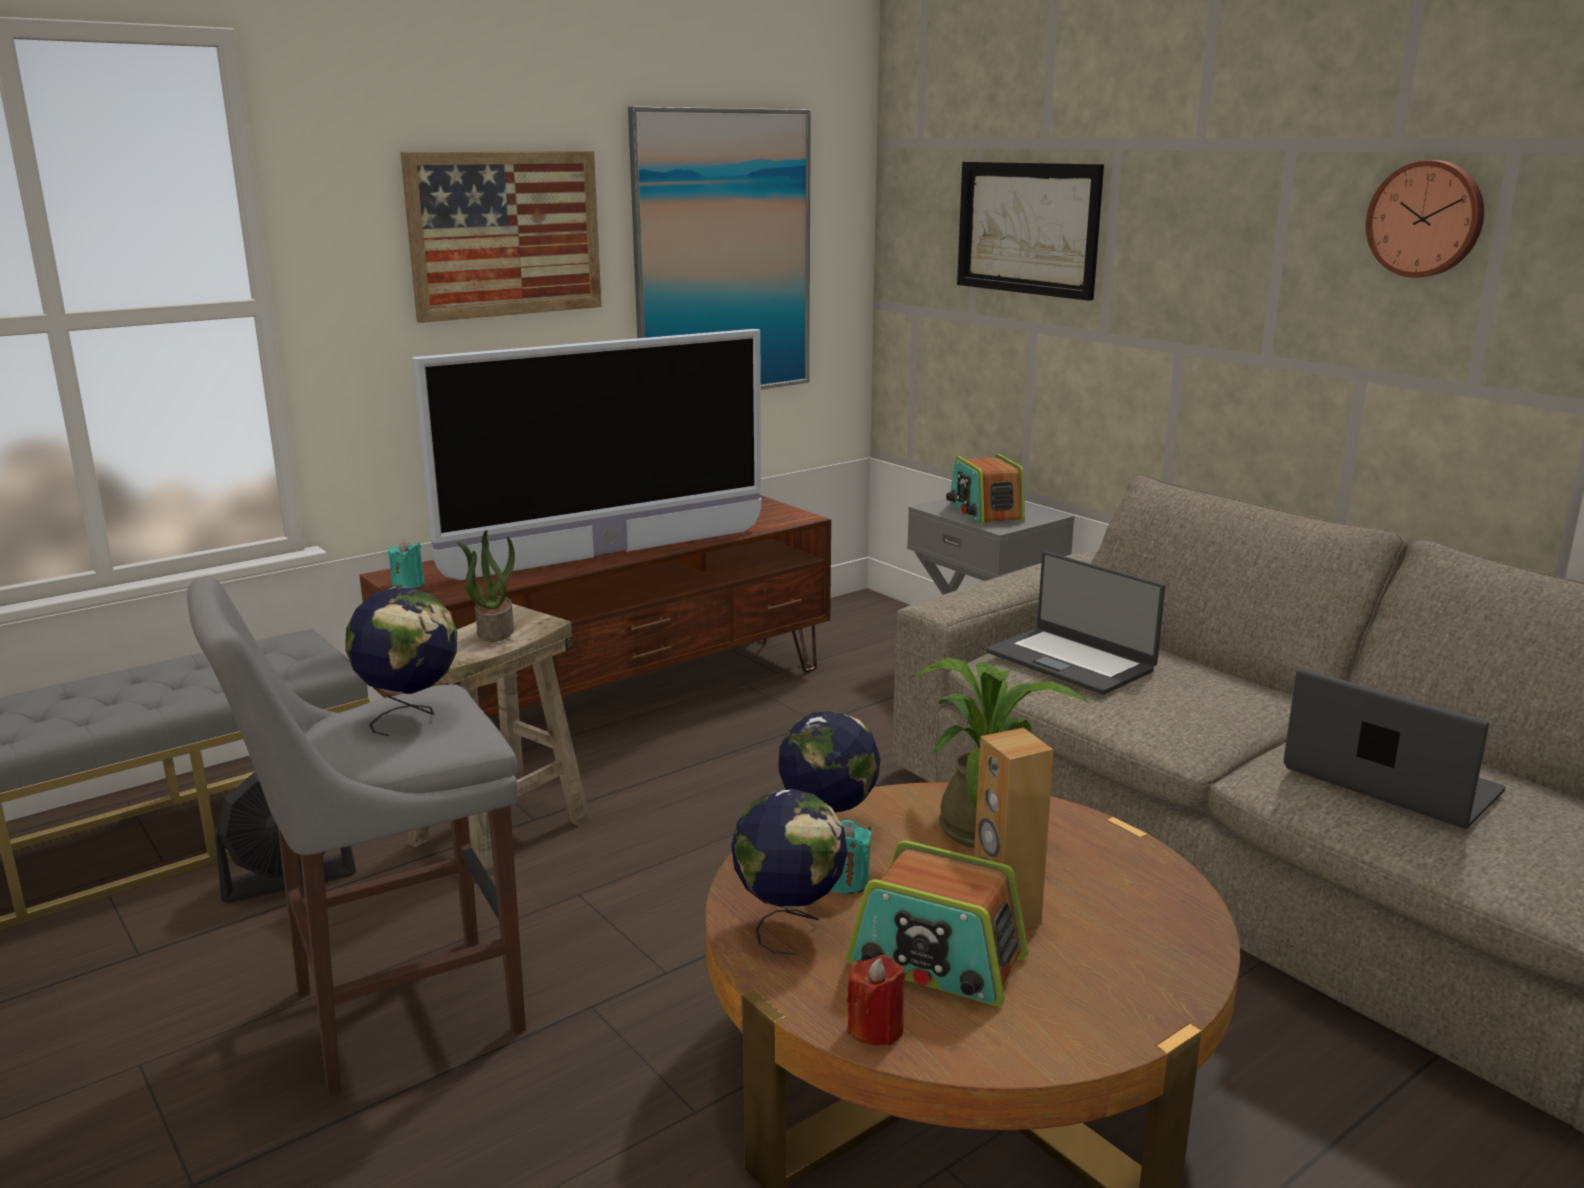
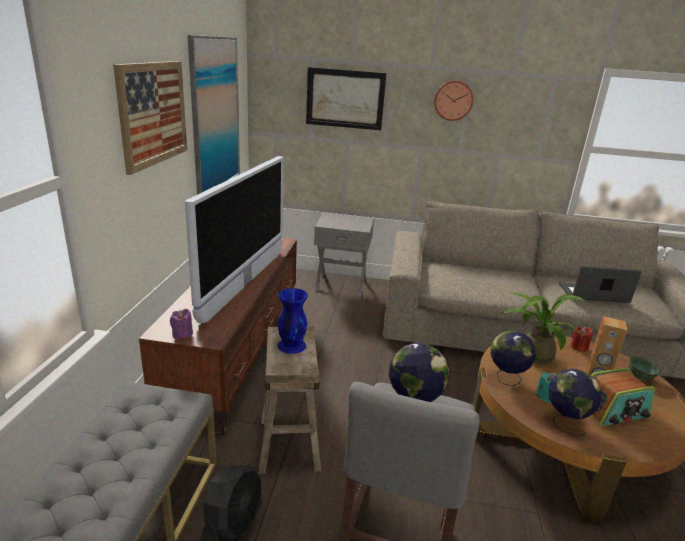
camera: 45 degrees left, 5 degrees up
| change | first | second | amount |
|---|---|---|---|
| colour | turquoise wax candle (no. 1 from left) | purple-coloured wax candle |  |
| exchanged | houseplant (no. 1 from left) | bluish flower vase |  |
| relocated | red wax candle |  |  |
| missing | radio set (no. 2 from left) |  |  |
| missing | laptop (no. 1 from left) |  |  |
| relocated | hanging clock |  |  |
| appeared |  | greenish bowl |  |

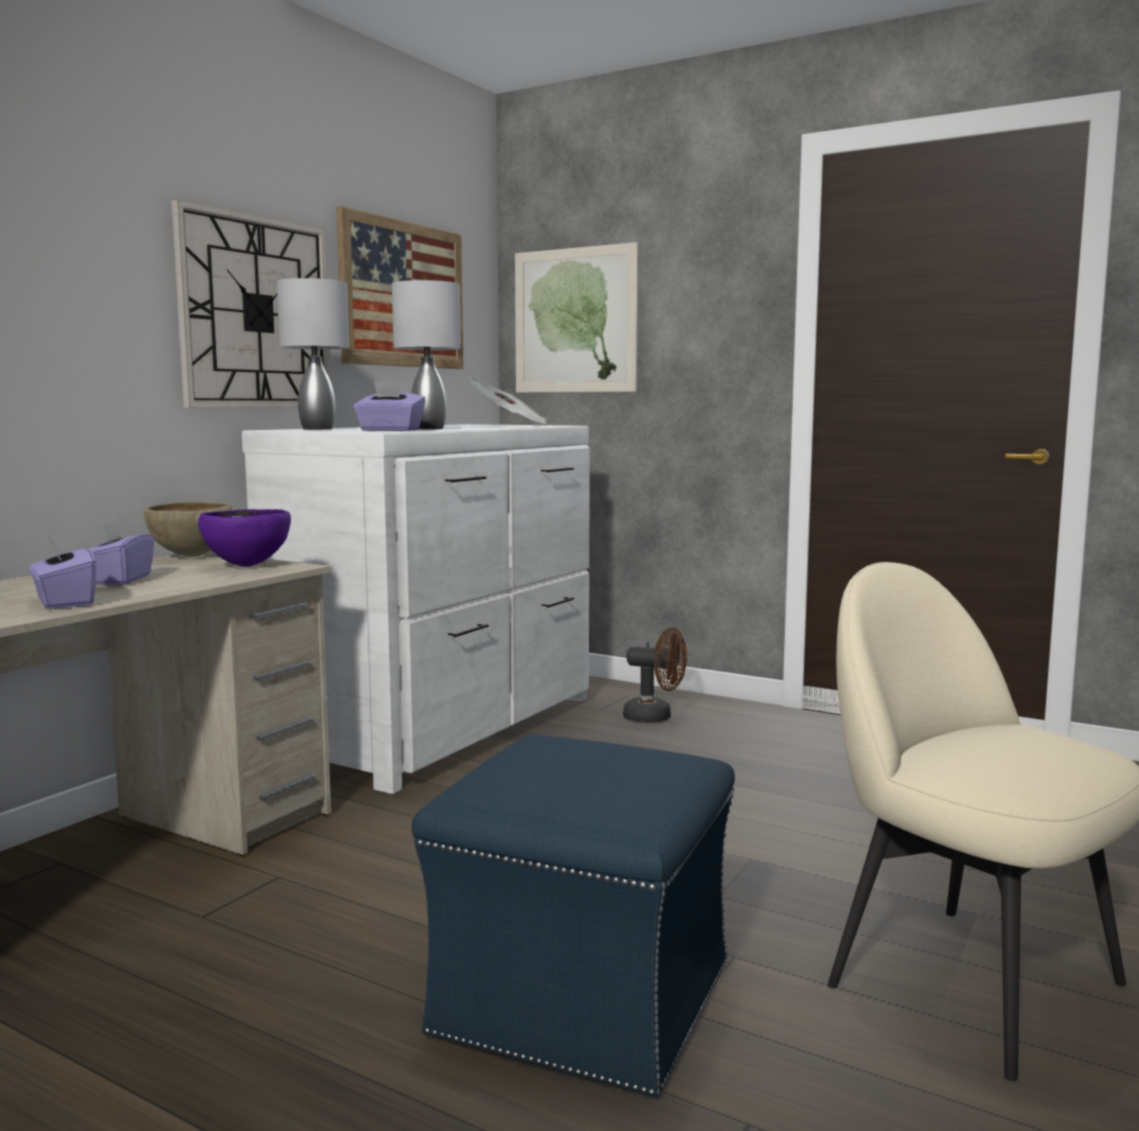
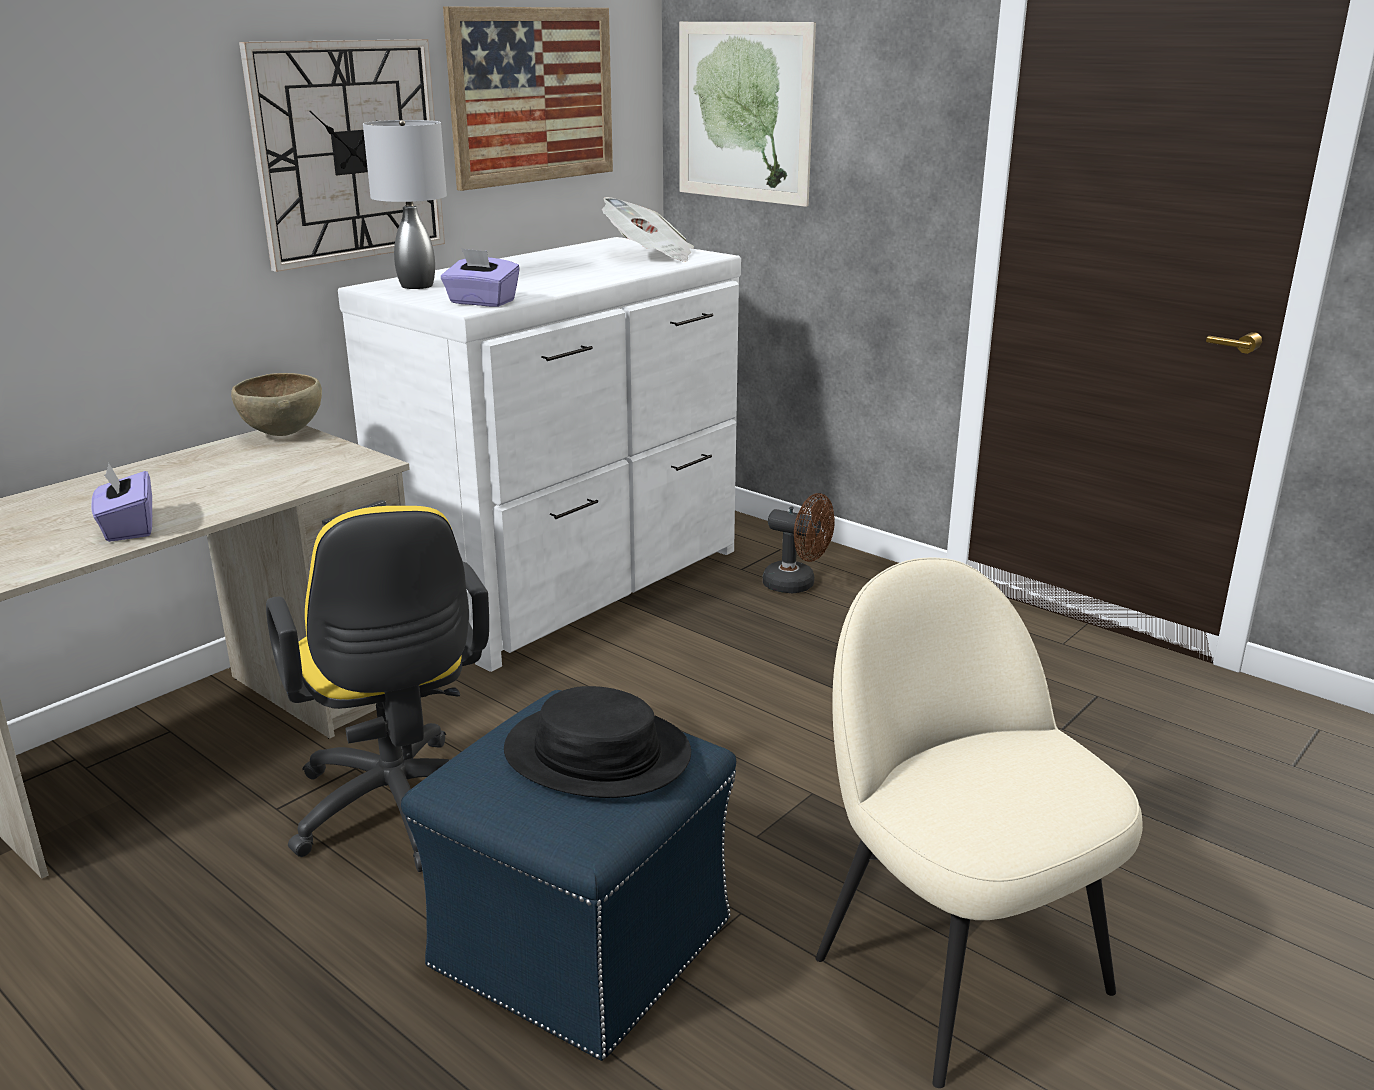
camera: 10 degrees right, 15 degrees up
| change | first | second | amount |
|---|---|---|---|
| missing | purple-coloured tissue holder (no. 2 from left) |  |  |
| missing | purple-coloured bowl |  |  |
| missing | grey tabletop lamp (no. 2 from left) |  |  |
| appeared |  | yellowish desk chair |  |
| appeared |  | black wearable hat |  |

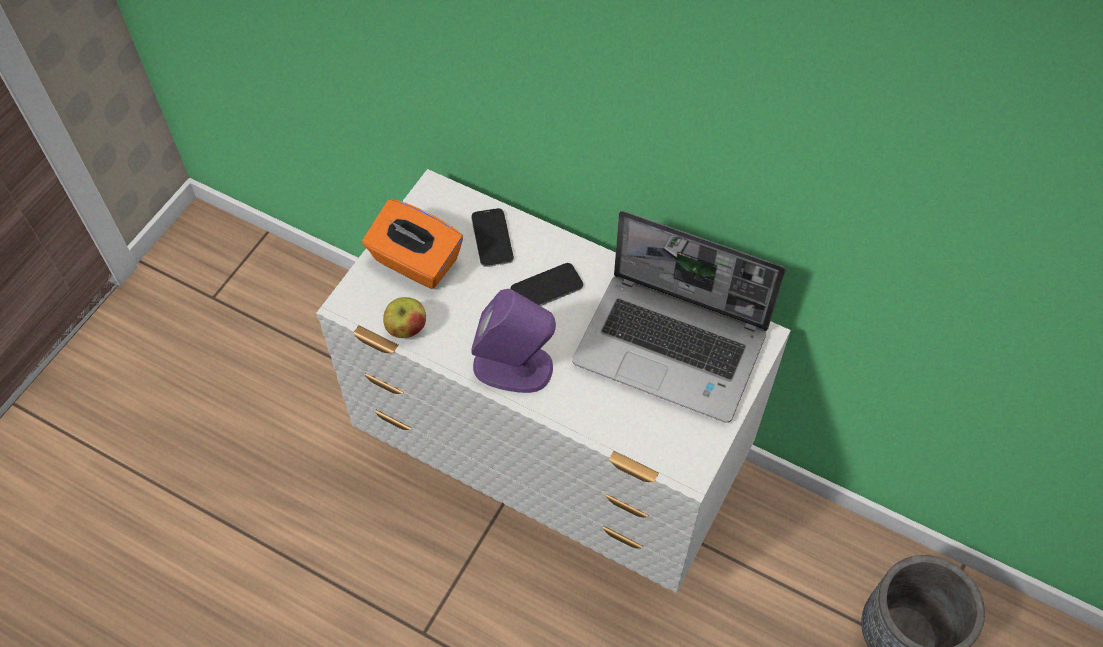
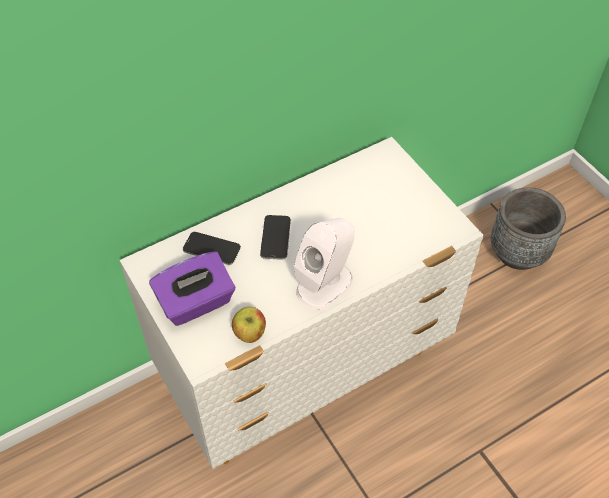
camera: 60 degrees left, 5 degrees down
| change | first | second | amount |
|---|---|---|---|
| colour | orange-coloured tissue holder | purple-coloured tissue holder |  |
| colour | purple-coloured audio speaker | white-coloured audio speaker |  |
| missing | laptop |  |  |

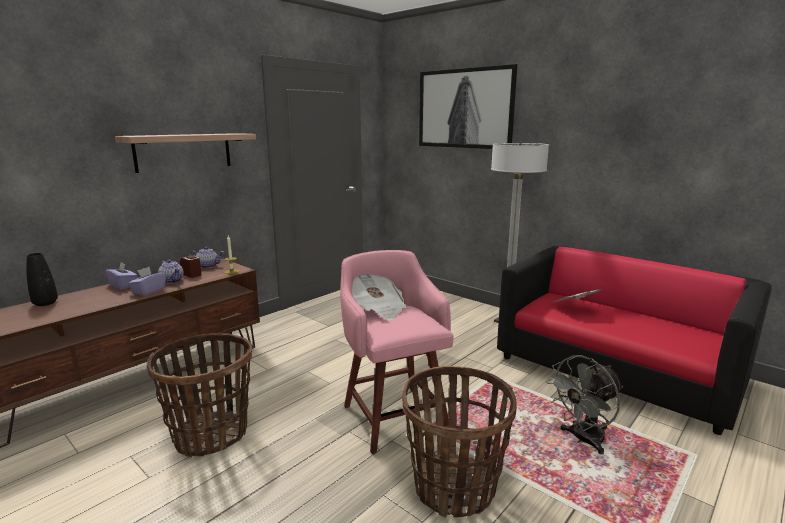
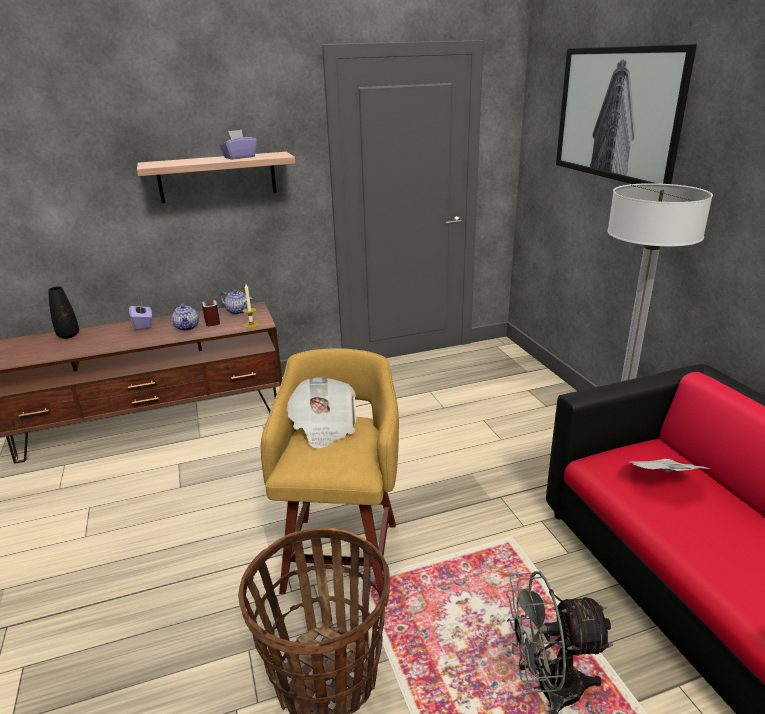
camera: 30 degrees right, 10 degrees up
| change | first | second | amount |
|---|---|---|---|
| relocated | purple-coloured tissue holder (no. 2 from left) |  |  |
| missing | basket (no. 1 from left) |  |  |
| colour | pink-coloured sitting stool | yellowish sitting stool |  |

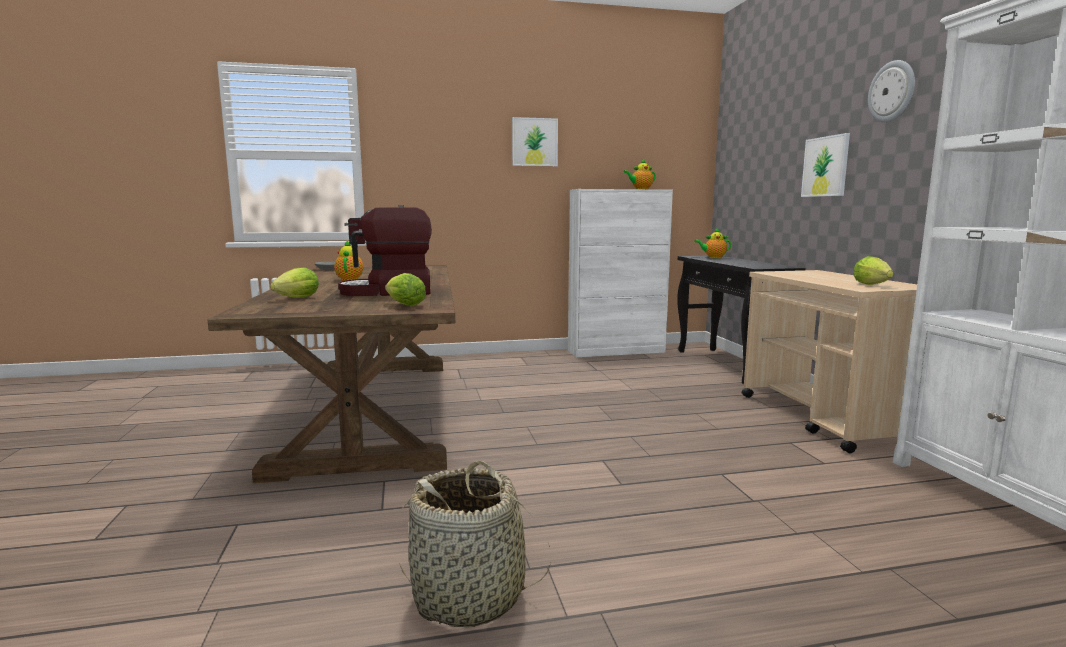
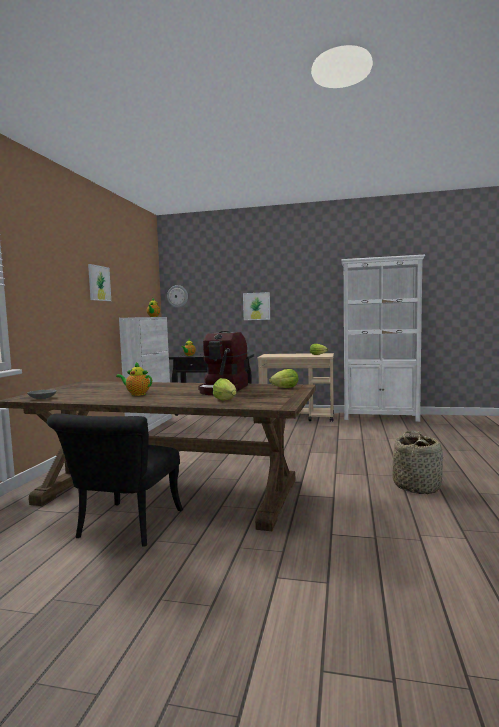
camera: 65 degrees left, 5 degrees down
| change | first | second | amount |
|---|---|---|---|
| relocated | hanging clock |  |  |
| appeared |  | black plain chair |  |

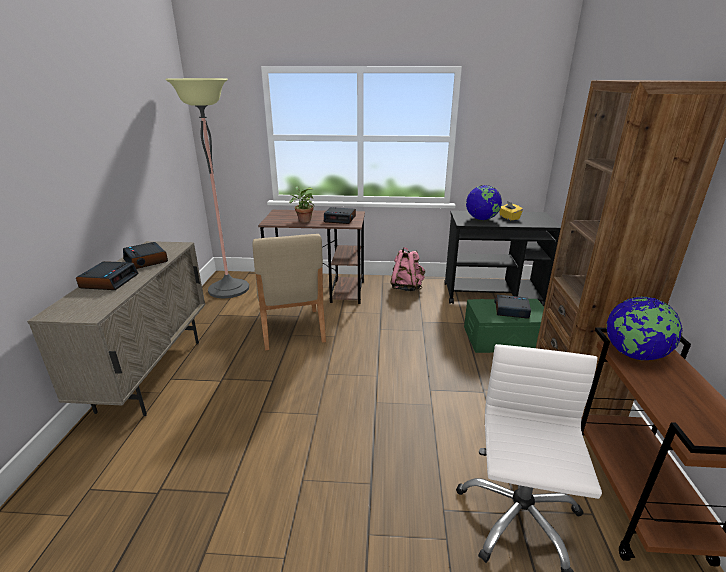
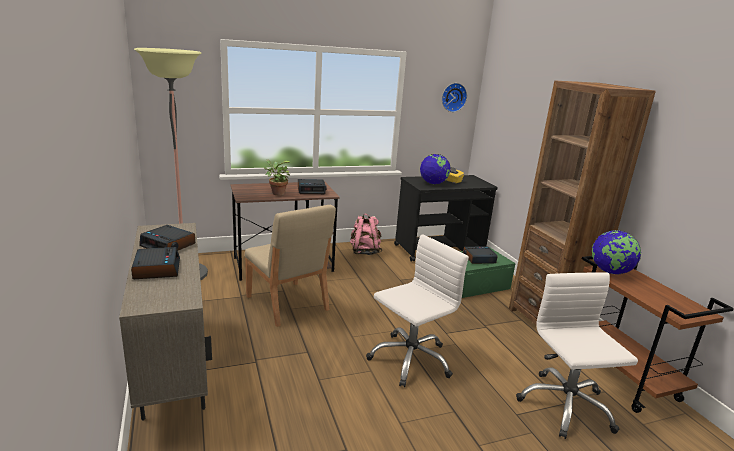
camera: 25 degrees left, 5 degrees down
| change | first | second | amount |
|---|---|---|---|
| appeared |  | white-coloured desk chair (no. 1 from left) |  |
| appeared |  | hanging clock |  |

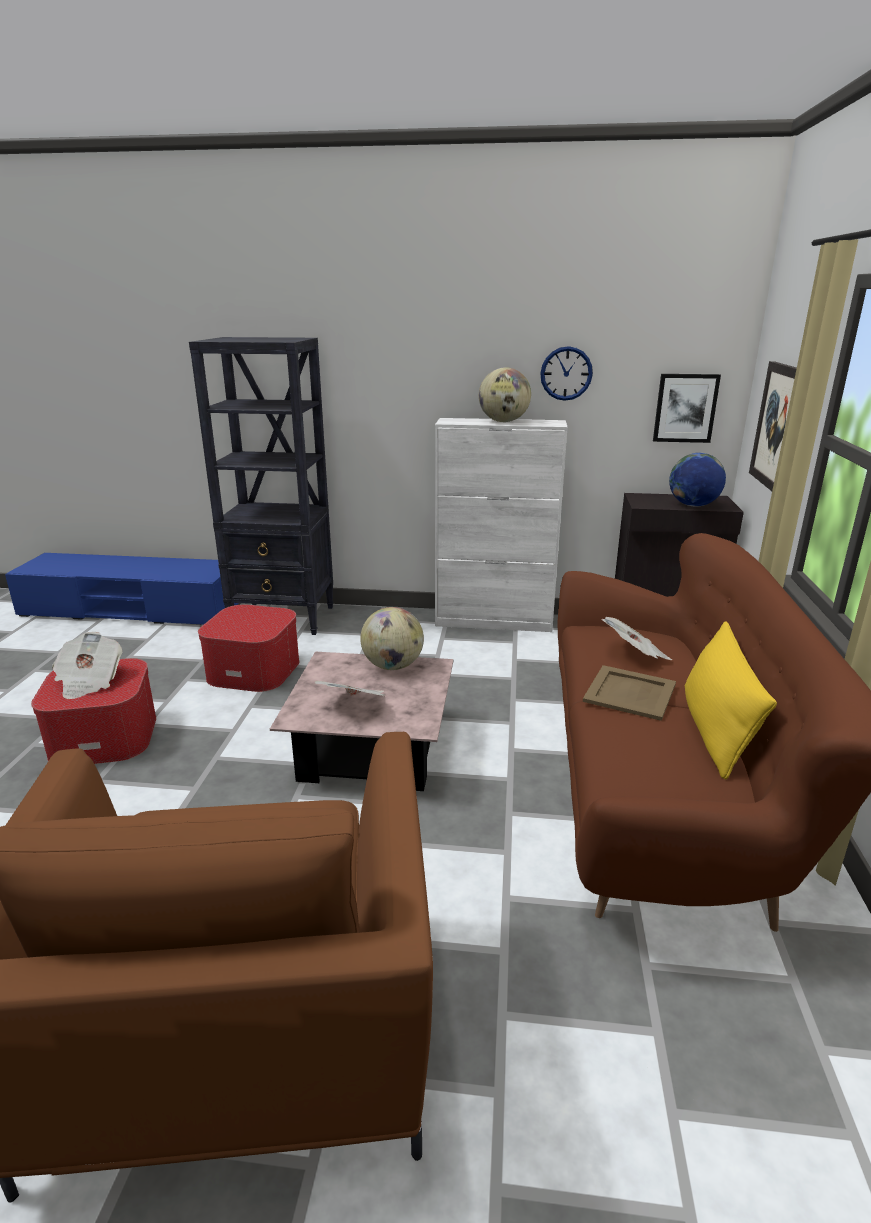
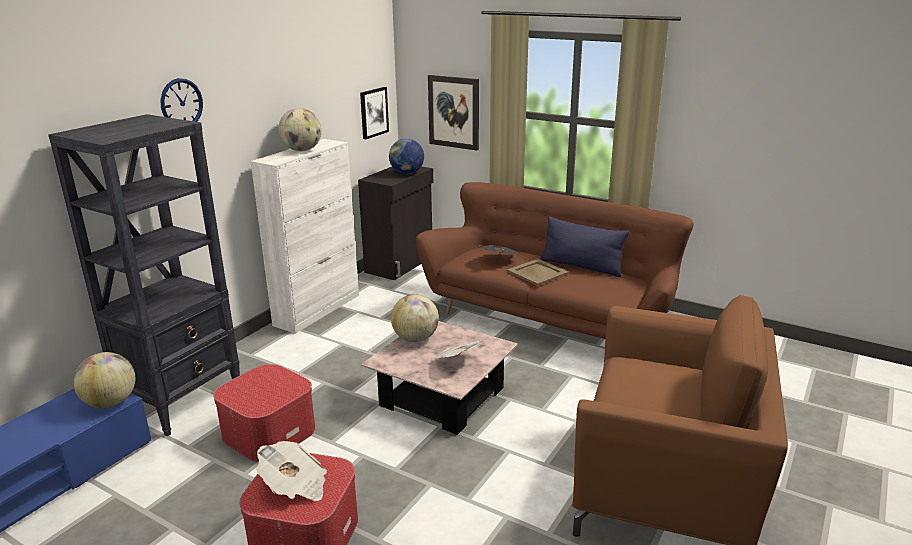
camera: 65 degrees left, 0 degrees up
| change | first | second | amount |
|---|---|---|---|
| relocated | hanging clock |  |  |
| colour | yellowish throw pillow | bluish throw pillow |  |
| appeared |  | world globe (no. 1 from left) |  |

